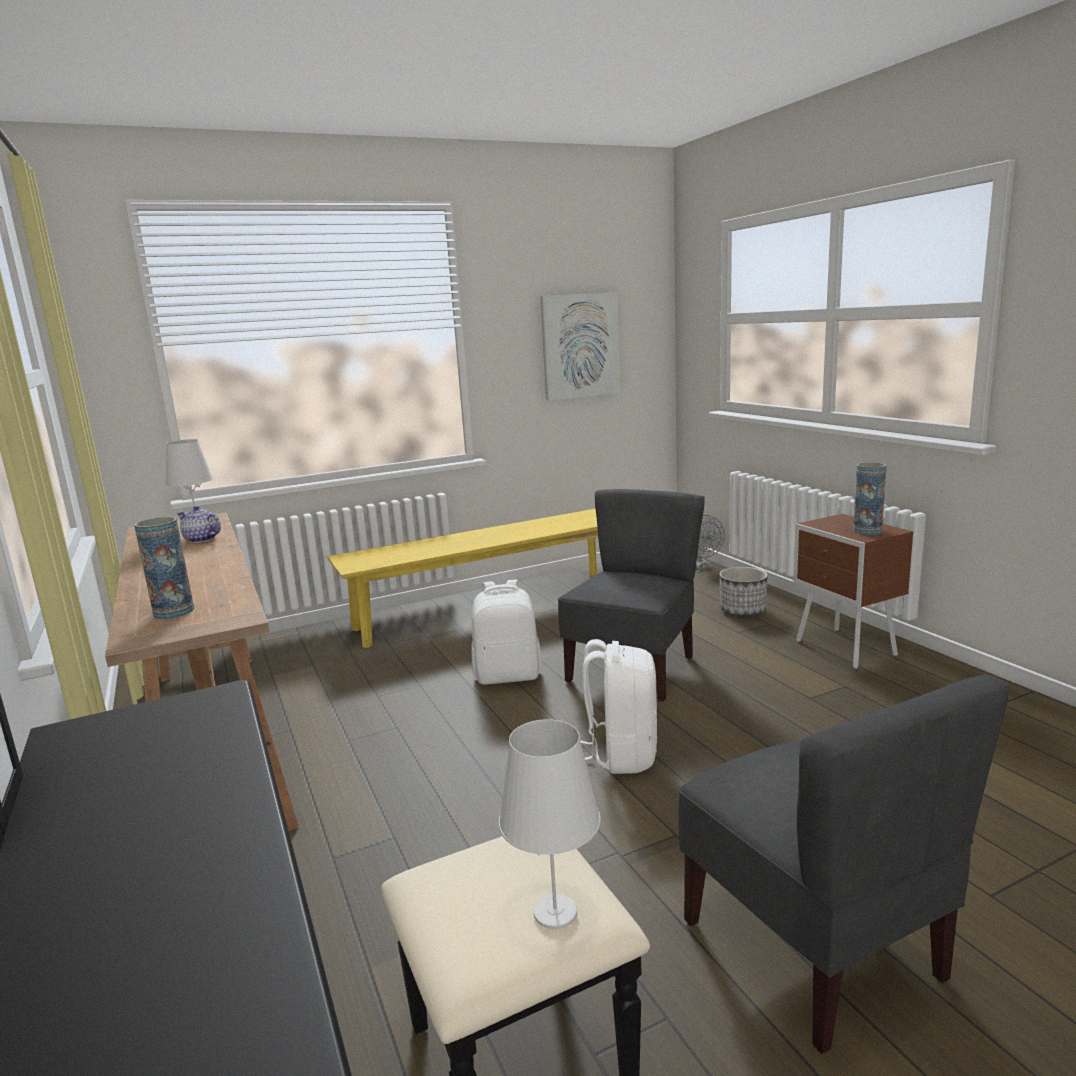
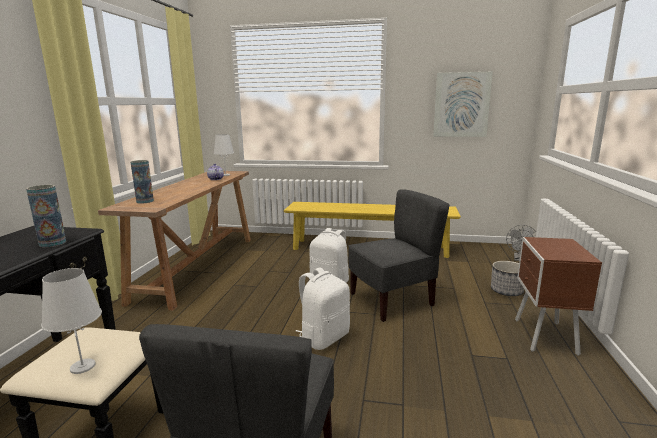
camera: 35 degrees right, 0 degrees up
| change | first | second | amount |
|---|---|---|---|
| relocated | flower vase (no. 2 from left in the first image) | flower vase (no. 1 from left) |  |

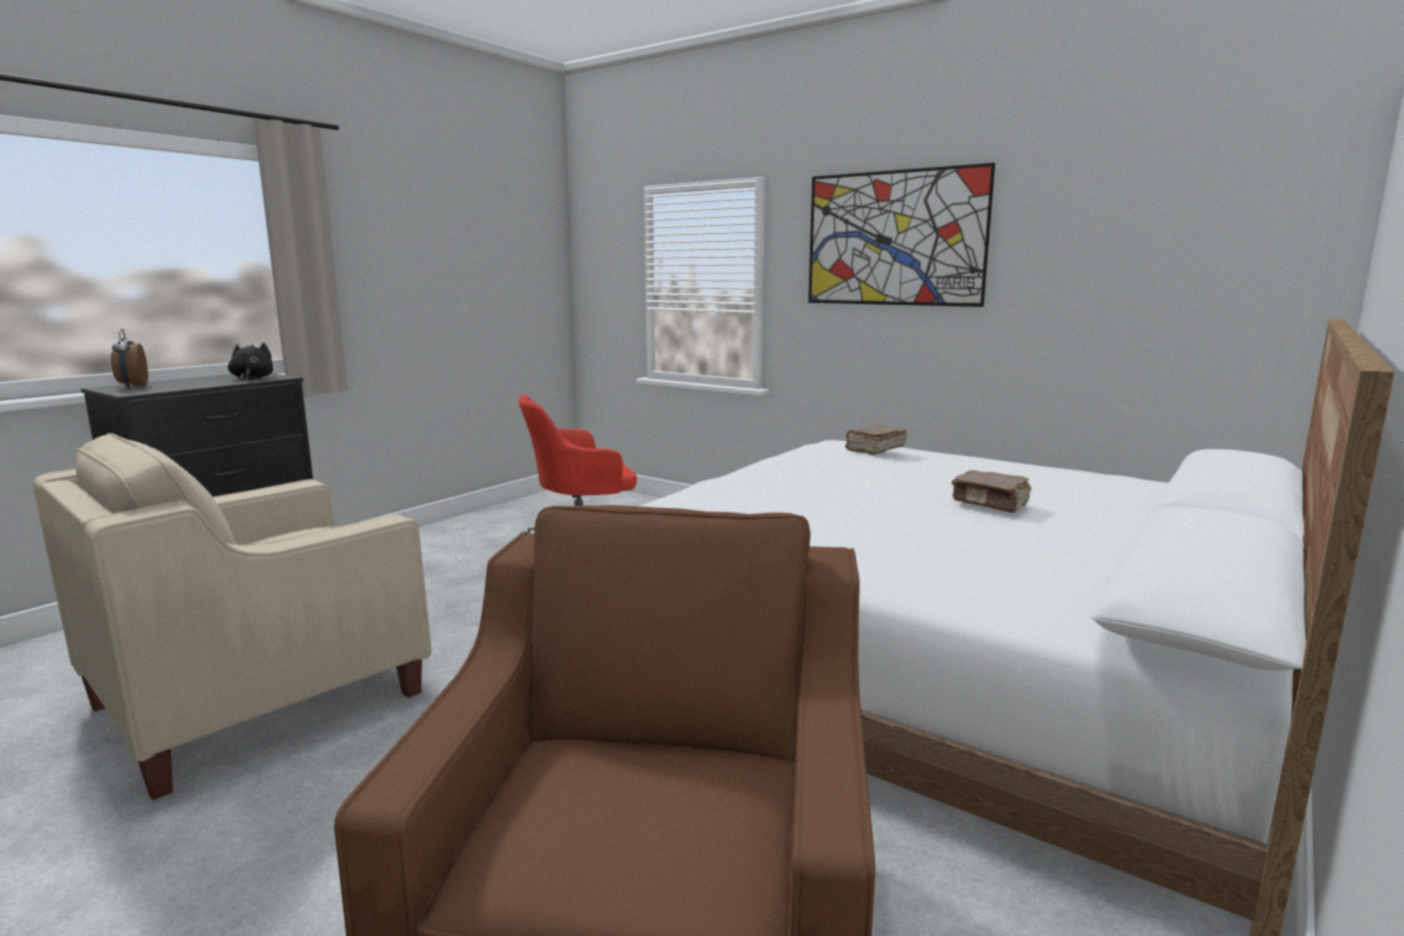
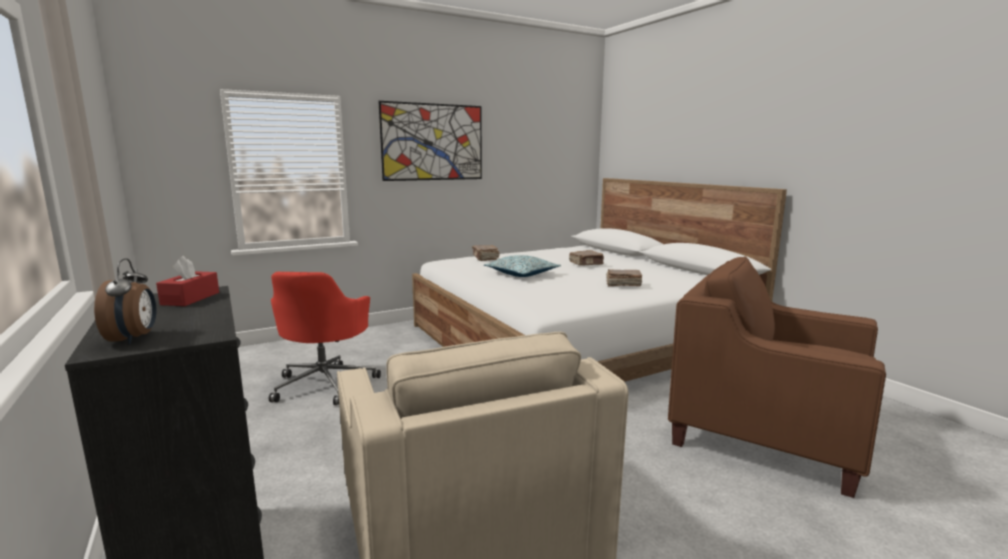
camera: 65 degrees left, 0 degrees up
| change | first | second | amount |
|---|---|---|---|
| spun | bedside clock |  | 105 degrees counterclockwise |
| exchanged | black plush toy | red tissue holder |  |
| appeared |  | throw pillow |  |
| appeared |  | brown volume (no. 3 from left) |  |

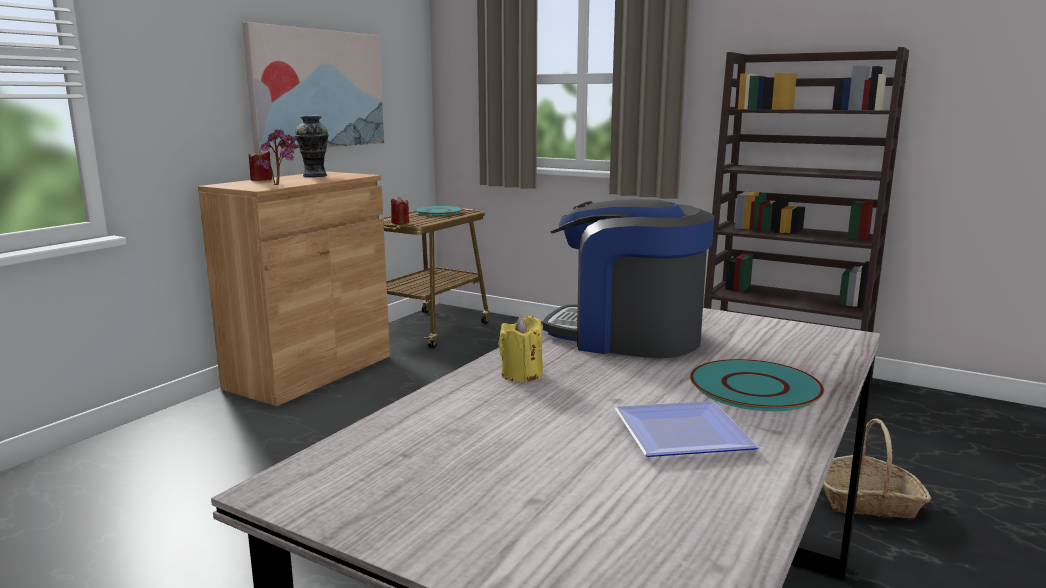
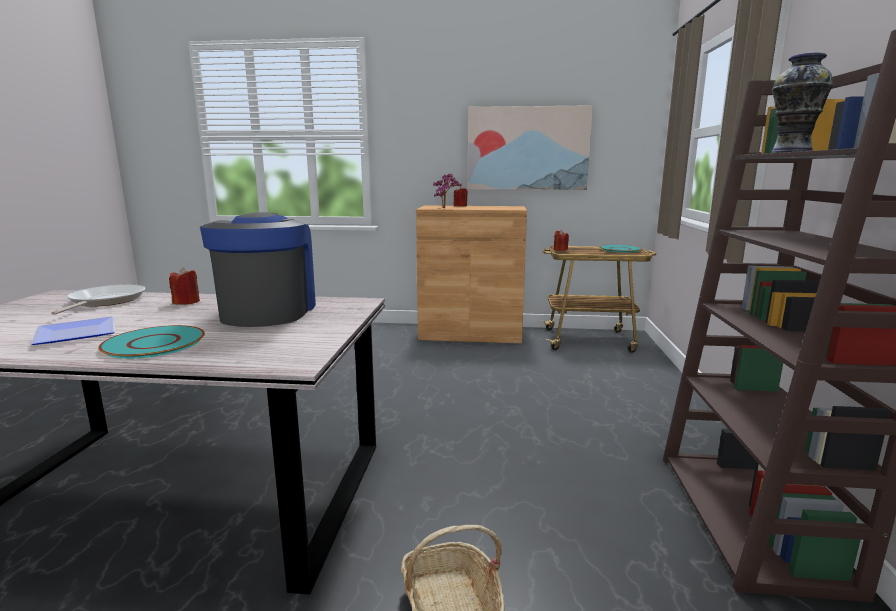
camera: 65 degrees right, 0 degrees up
| change | first | second | amount |
|---|---|---|---|
| relocated | flower vase |  |  |
| colour | yellowish wax candle | red wax candle (no. 1 from left) |  |
| appeared |  | frying pan |  |

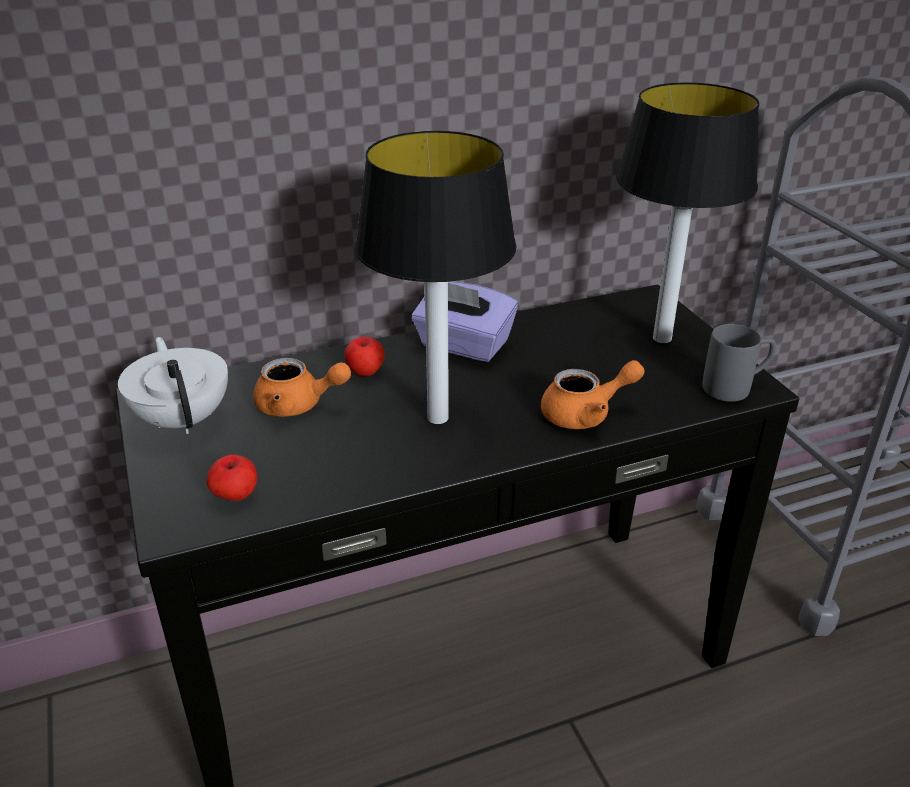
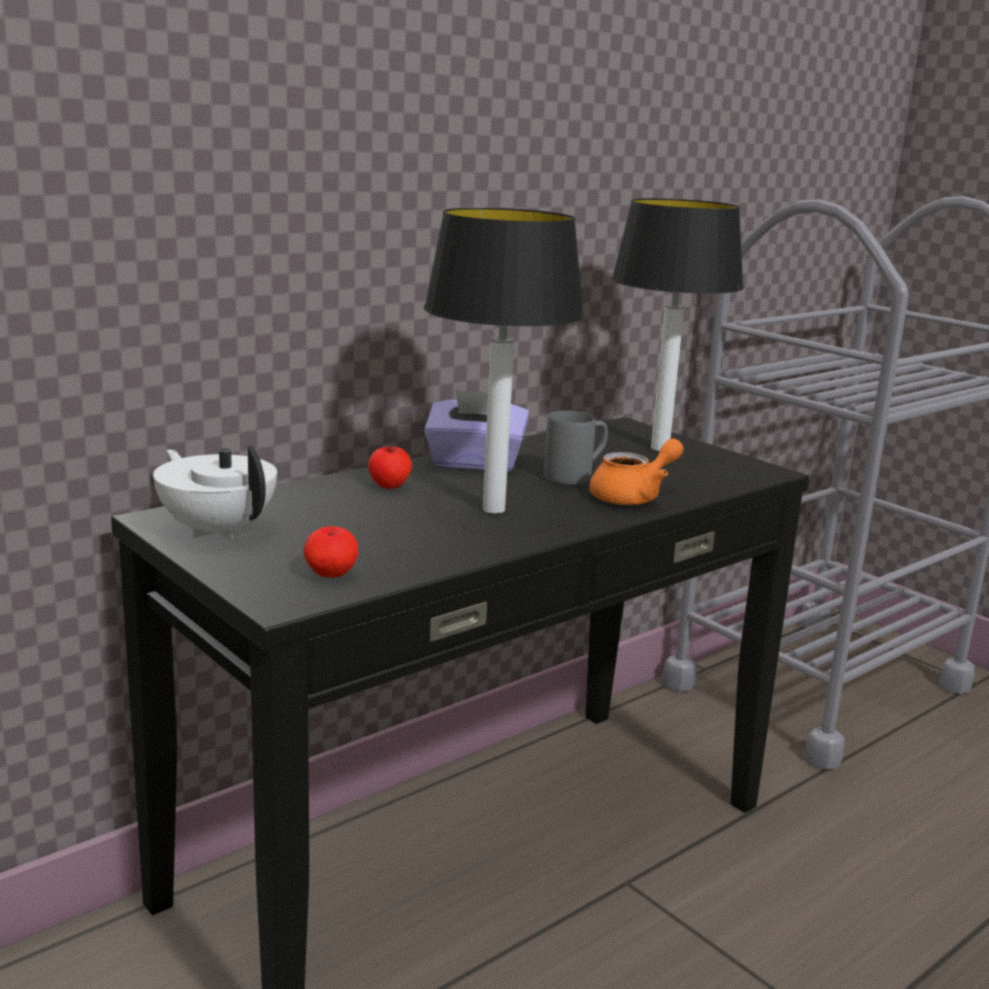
camera: 20 degrees left, 15 degrees down
| change | first | second | amount |
|---|---|---|---|
| missing | orange-coloured pot for tea (no. 1 from left) |  |  |
| relocated | grey mug |  |  |

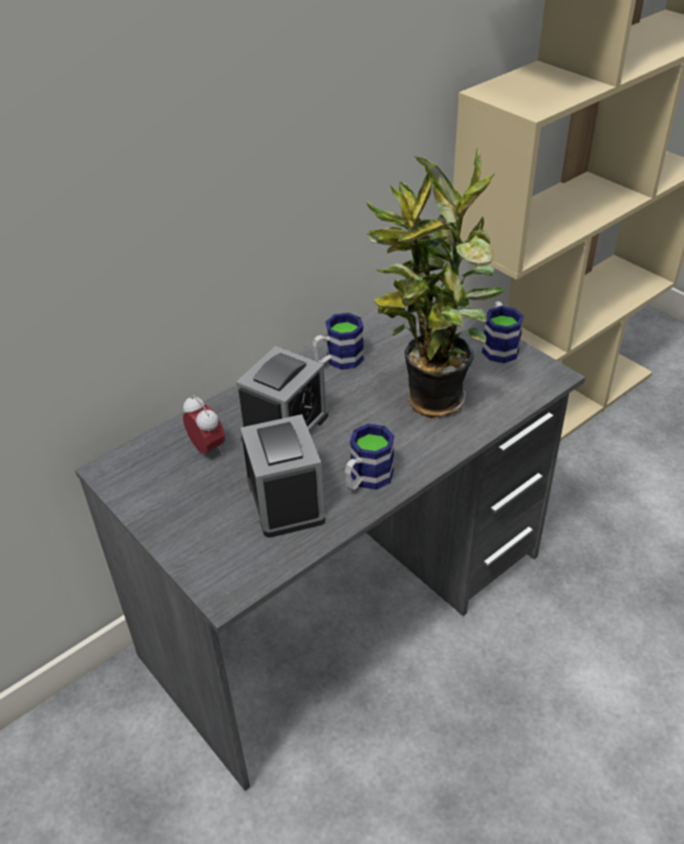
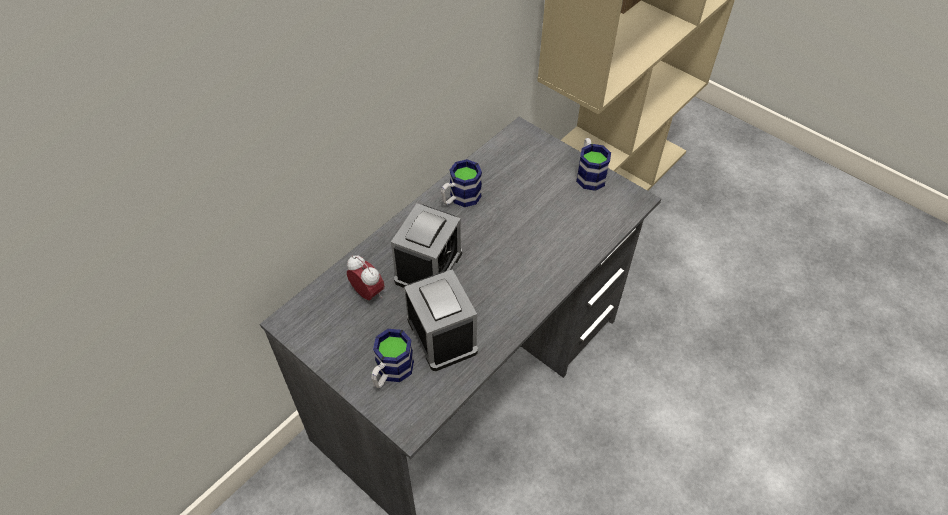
camera: 10 degrees left, 10 degrees up
| change | first | second | amount |
|---|---|---|---|
| relocated | mug (no. 2 from left in the first image) | mug (no. 1 from left) |  |
| missing | houseplant |  |  |

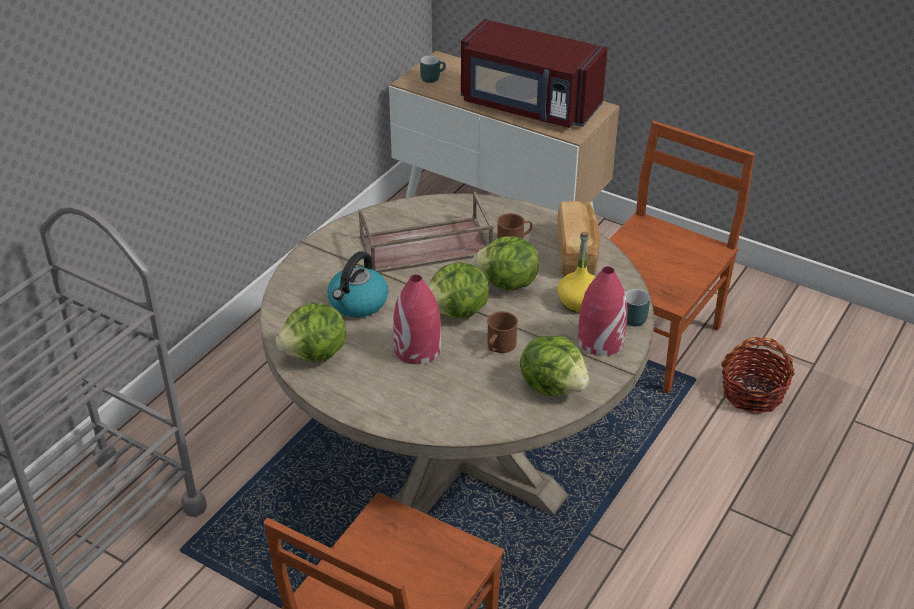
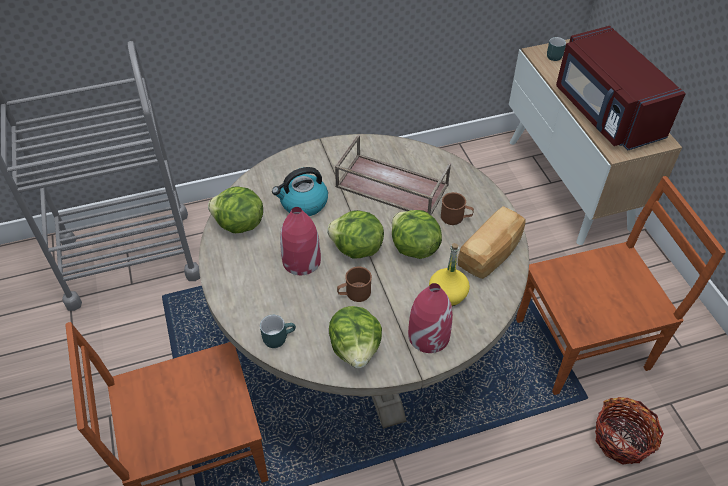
camera: 40 degrees right, 10 degrees up
| change | first | second | amount |
|---|---|---|---|
| relocated | turquoise mug (no. 2 from left in the first image) | turquoise mug (no. 1 from left) |  |

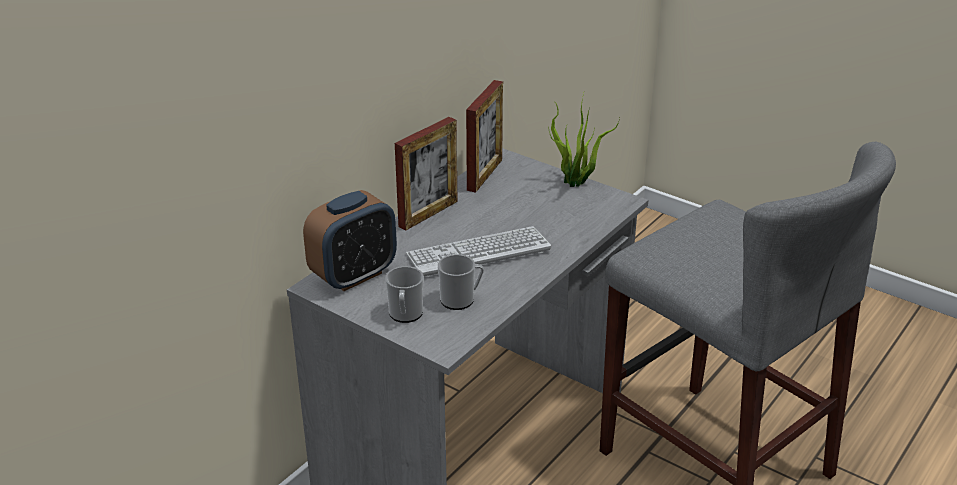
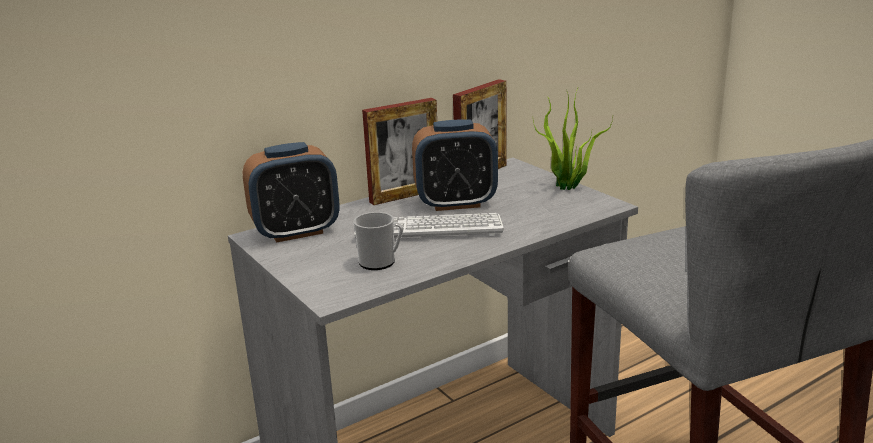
camera: 20 degrees right, 10 degrees down
| change | first | second | amount |
|---|---|---|---|
| missing | mug (no. 1 from left) |  |  |
| appeared |  | bedside clock (no. 2 from left) |  |

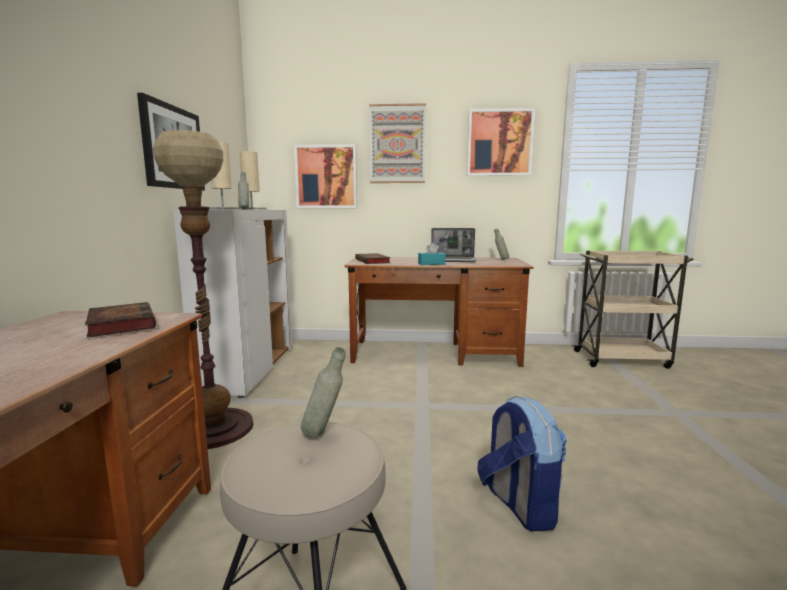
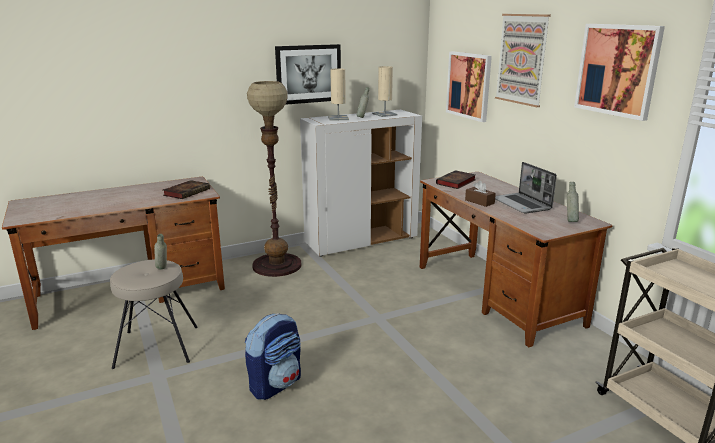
camera: 60 degrees right, 10 degrees up
| change | first | second | amount |
|---|---|---|---|
| colour | turquoise tissue holder | brown tissue holder |  |

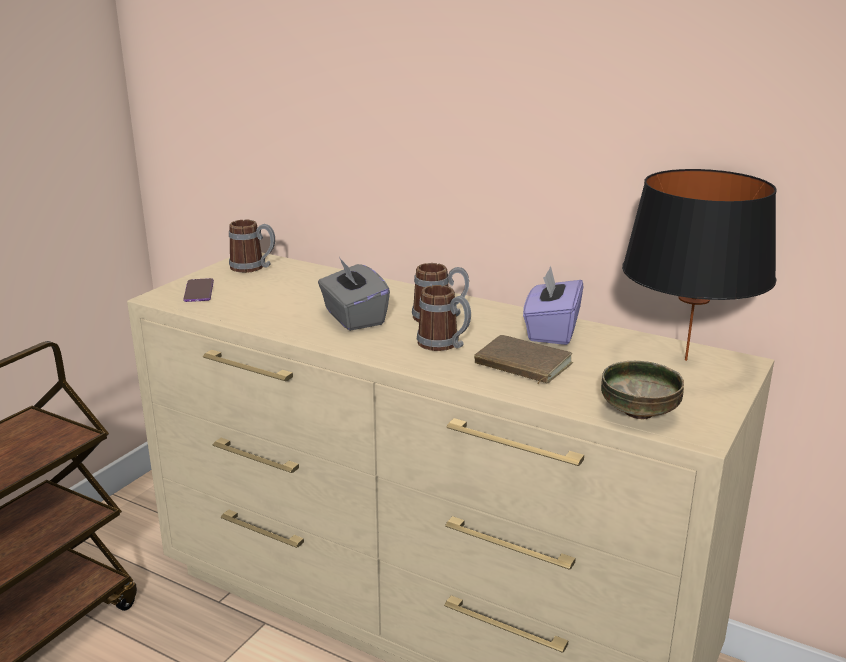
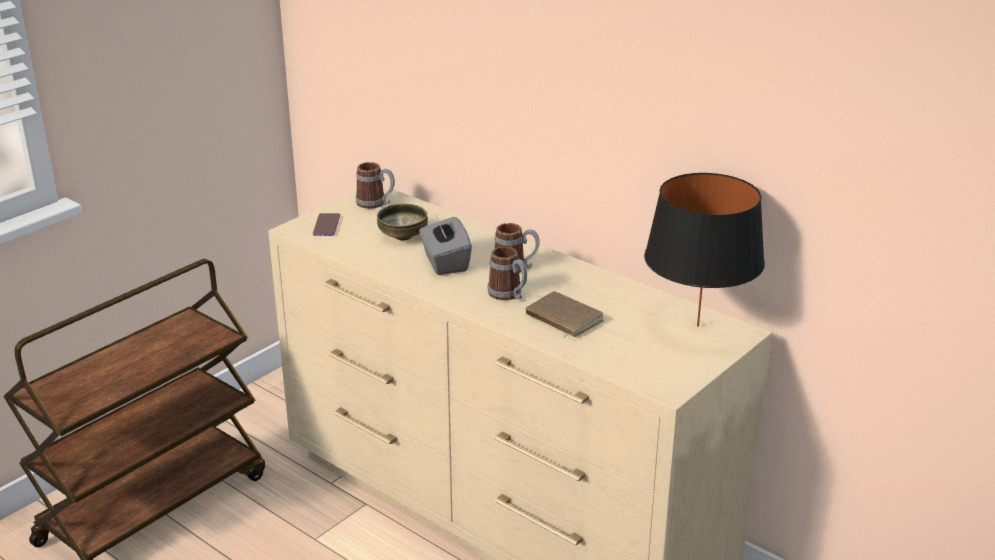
camera: 10 degrees right, 5 degrees up
| change | first | second | amount |
|---|---|---|---|
| missing | purple-coloured tissue holder |  |  |
| relocated | bowl |  |  |

